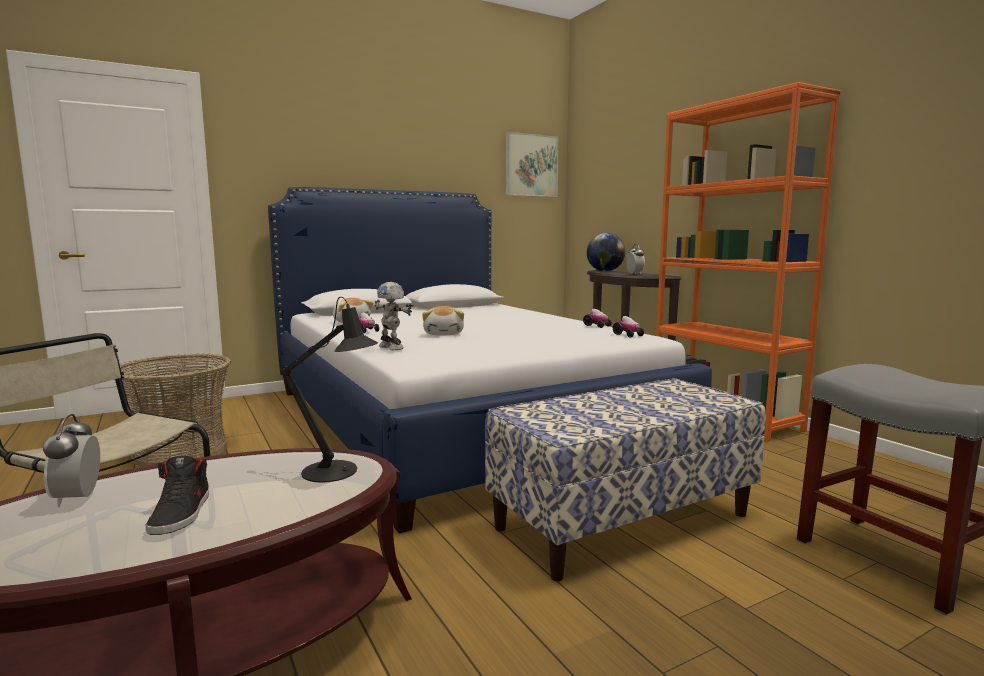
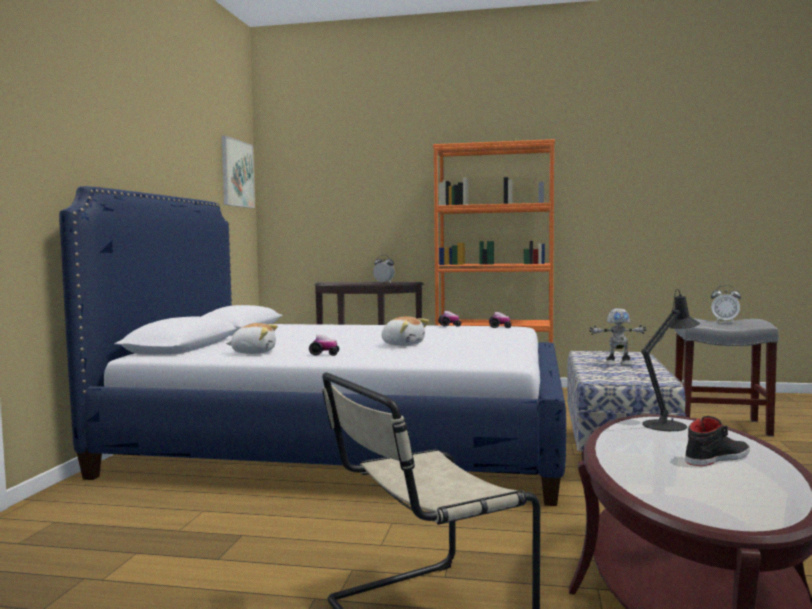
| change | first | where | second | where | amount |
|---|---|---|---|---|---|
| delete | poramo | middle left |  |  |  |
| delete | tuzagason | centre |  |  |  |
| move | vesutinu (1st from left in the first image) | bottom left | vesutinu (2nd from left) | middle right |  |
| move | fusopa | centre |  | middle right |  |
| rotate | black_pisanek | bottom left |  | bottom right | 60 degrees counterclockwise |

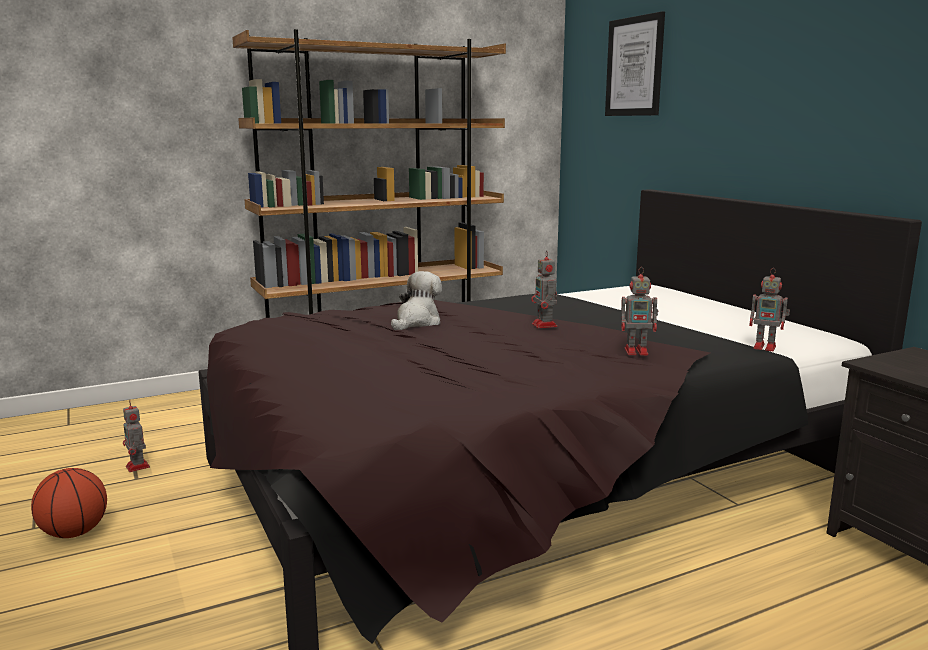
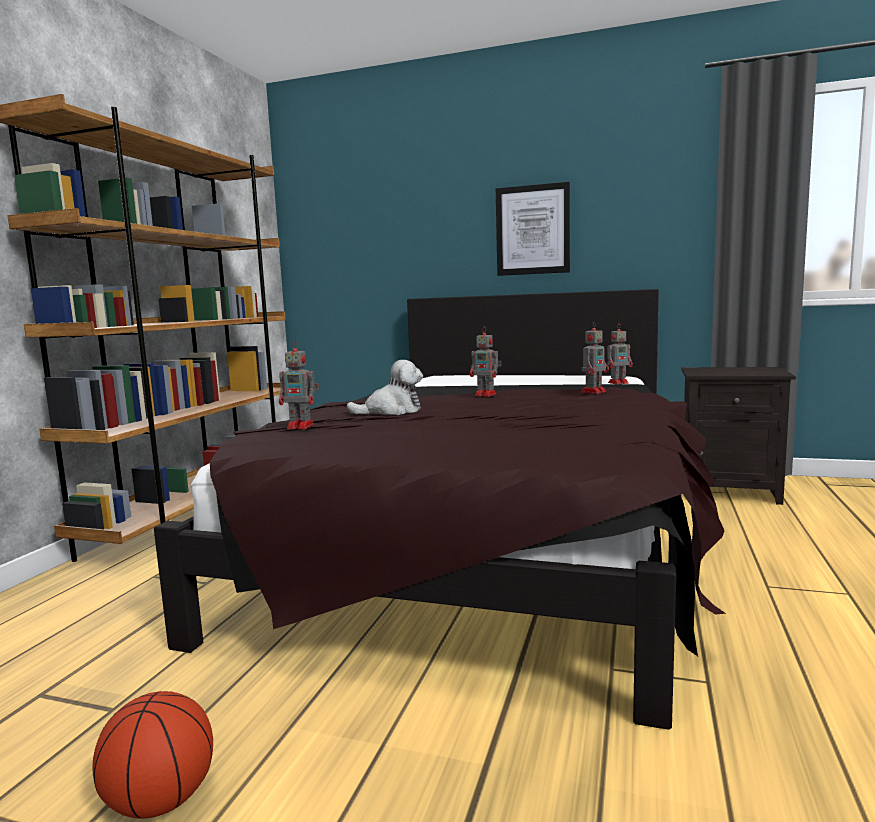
| change | first | where | second | where | amount |
|---|---|---|---|---|---|
| move | fusopa (1st from left) | bottom left |  | centre |  |
| move | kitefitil | top right |  | top centre |  |
| rotate | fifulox | centre |  | centre | 90 degrees clockwise |

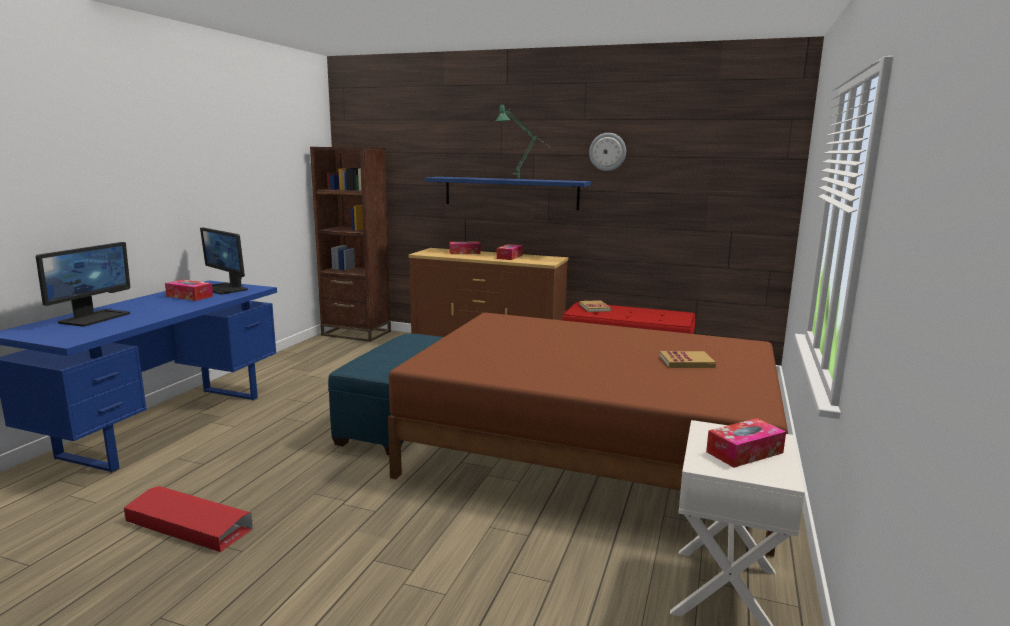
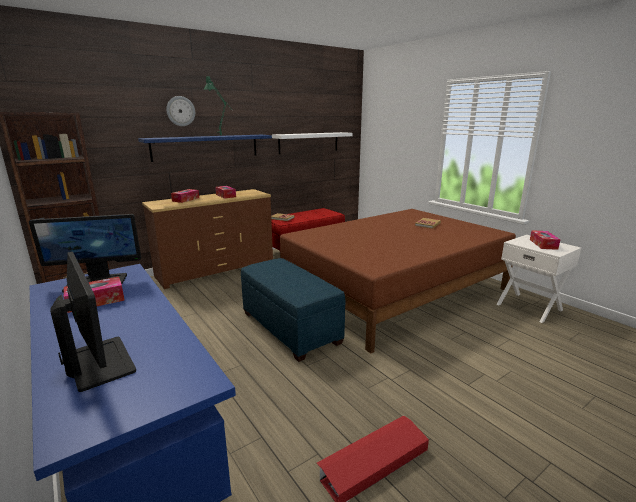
| change | first | where | second | where | amount |
|---|---|---|---|---|---|
| insert |  |  | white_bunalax | top centre |  |
| move | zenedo | top centre |  | top left |  |

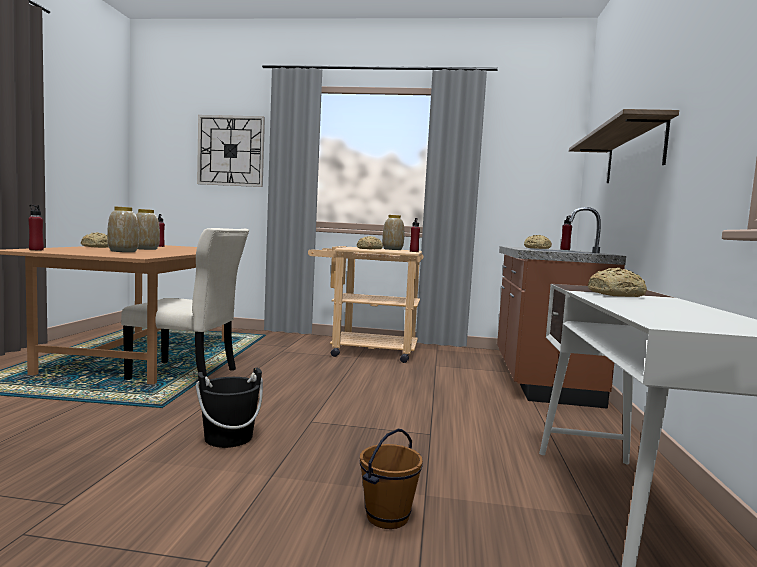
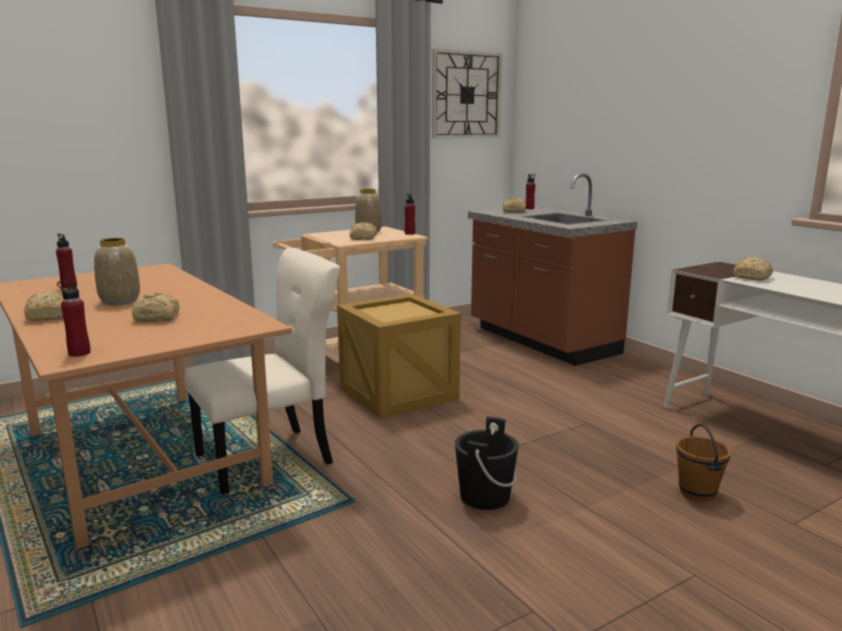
| change | first | where | second | where | amount |
|---|---|---|---|---|---|
| delete | bunalax | top right |  |  |  |
| insert |  |  | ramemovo | centre |  |
| move | zenedo | top left |  | top centre |  |
| replace | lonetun (1st from left) | middle left | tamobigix (2nd from left) | middle left |  |

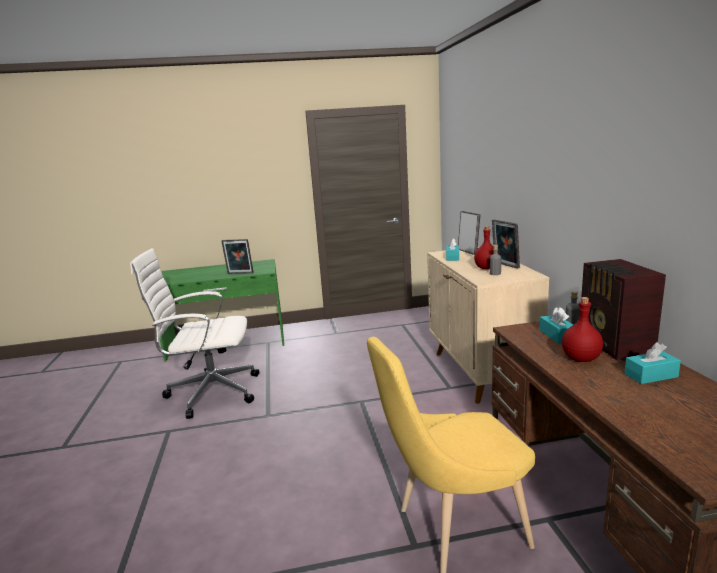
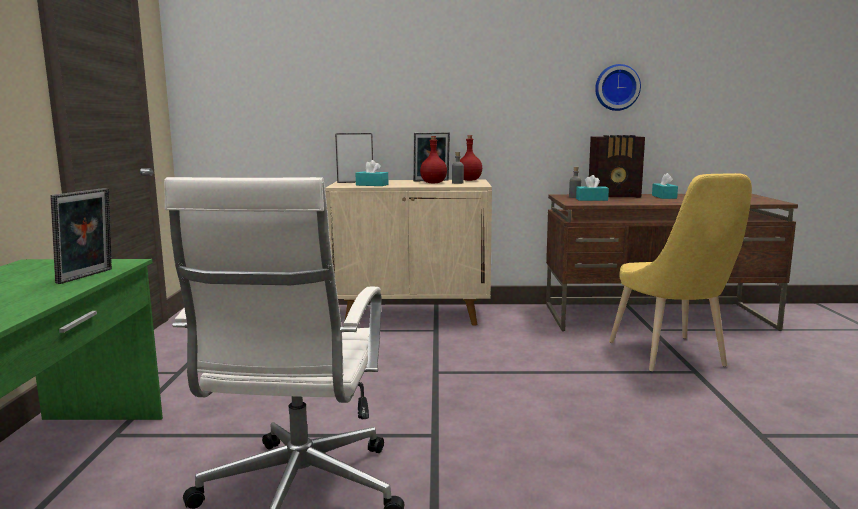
| change | first | where | second | where | amount |
|---|---|---|---|---|---|
| insert |  |  | zenedo | top right |  |
| move | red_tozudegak (2nd from left) | middle right |  | top centre |  |

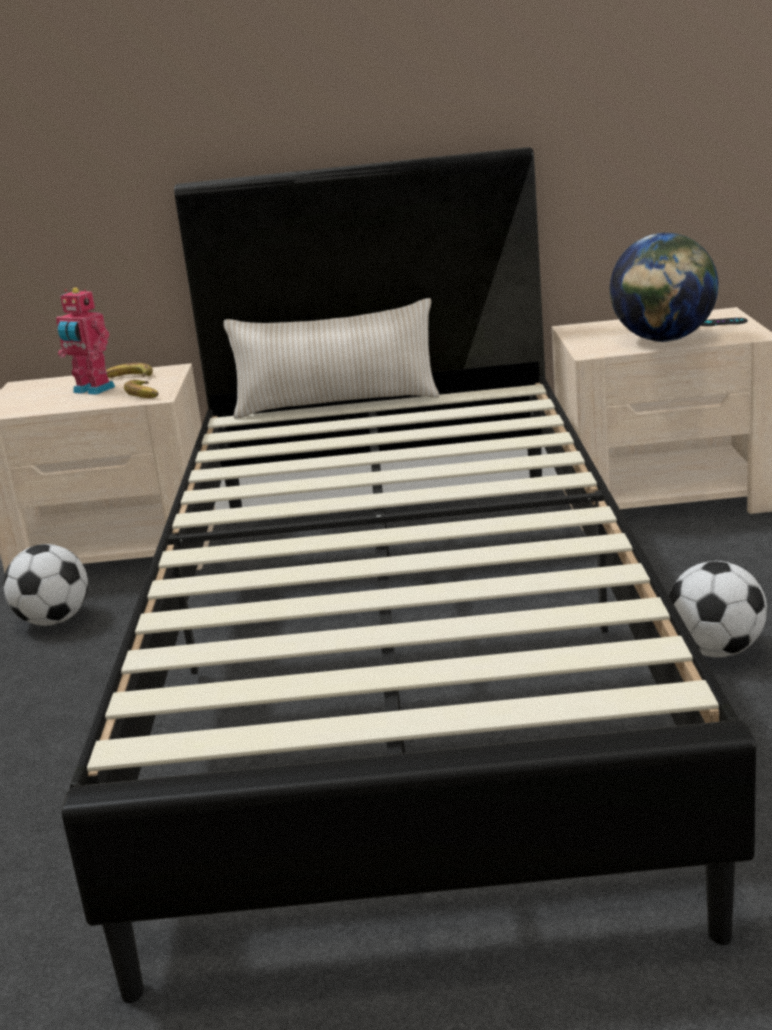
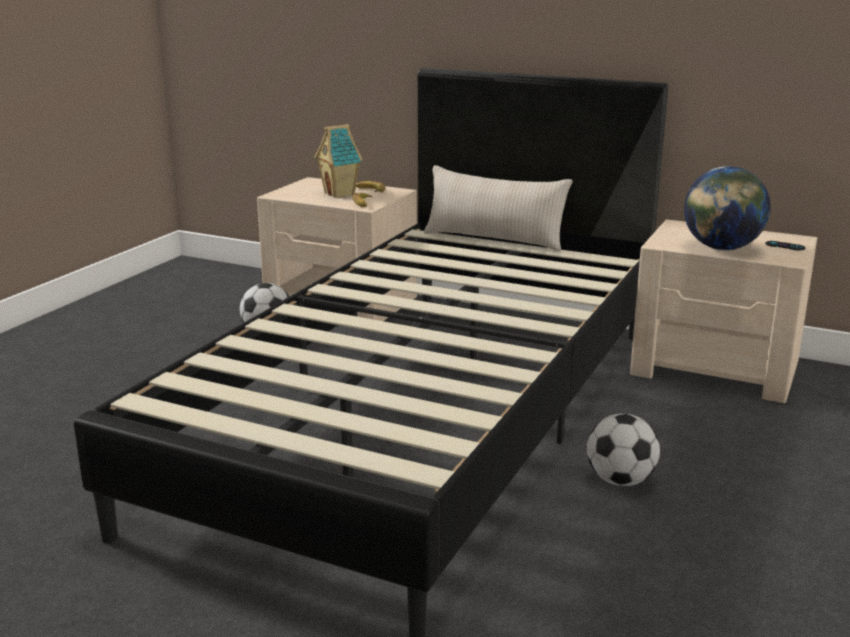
| change | first | where | second | where | amount |
|---|---|---|---|---|---|
| replace | fusopa | top left | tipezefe | top centre |  |

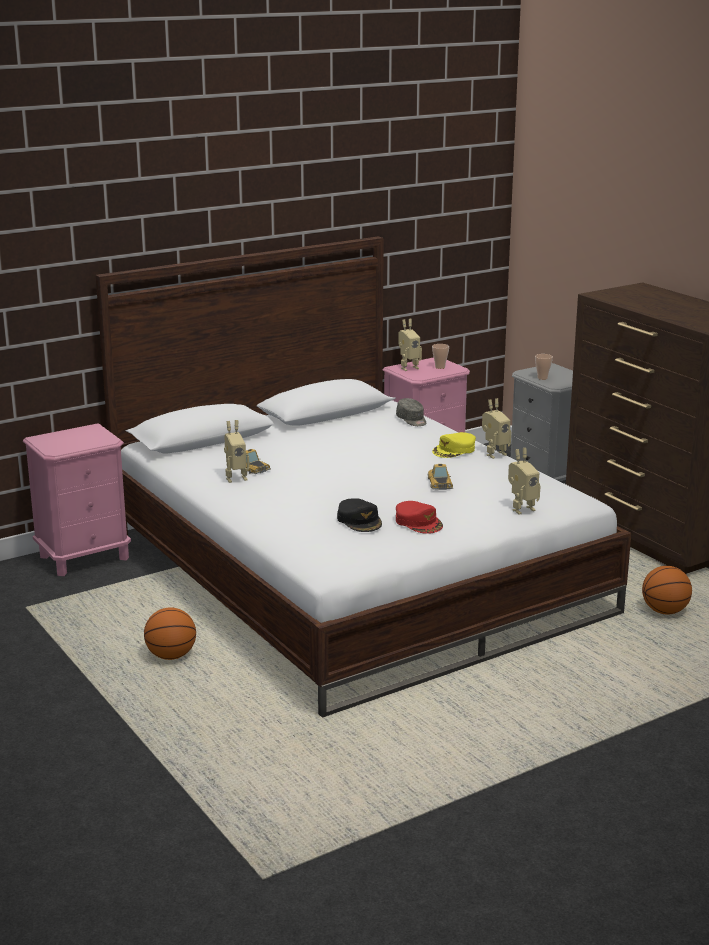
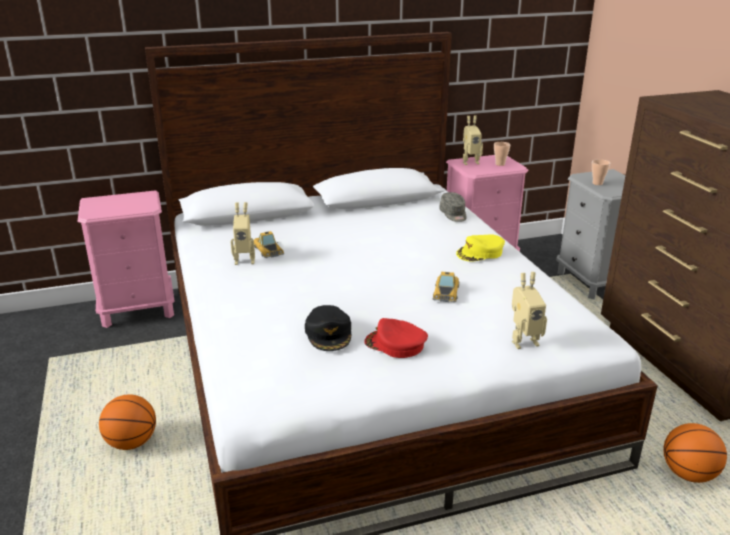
| change | first | where | second | where | amount |
|---|---|---|---|---|---|
| delete | fusopa (3rd from left) | middle right |  |  |  |
| rotate | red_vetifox | centre |  | centre | 135 degrees clockwise |

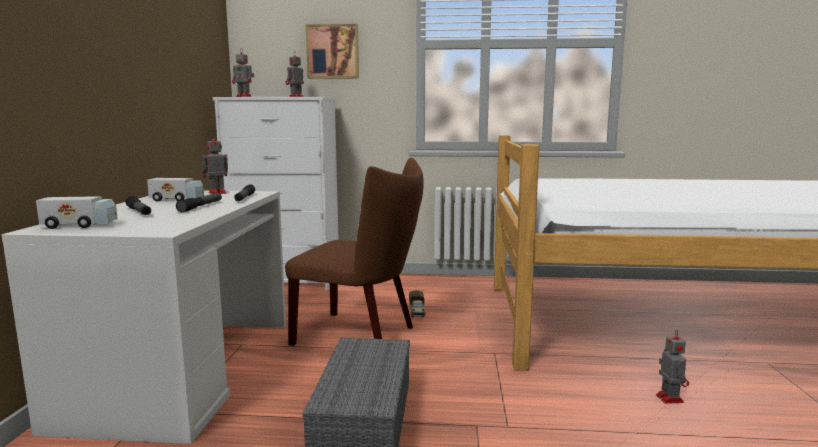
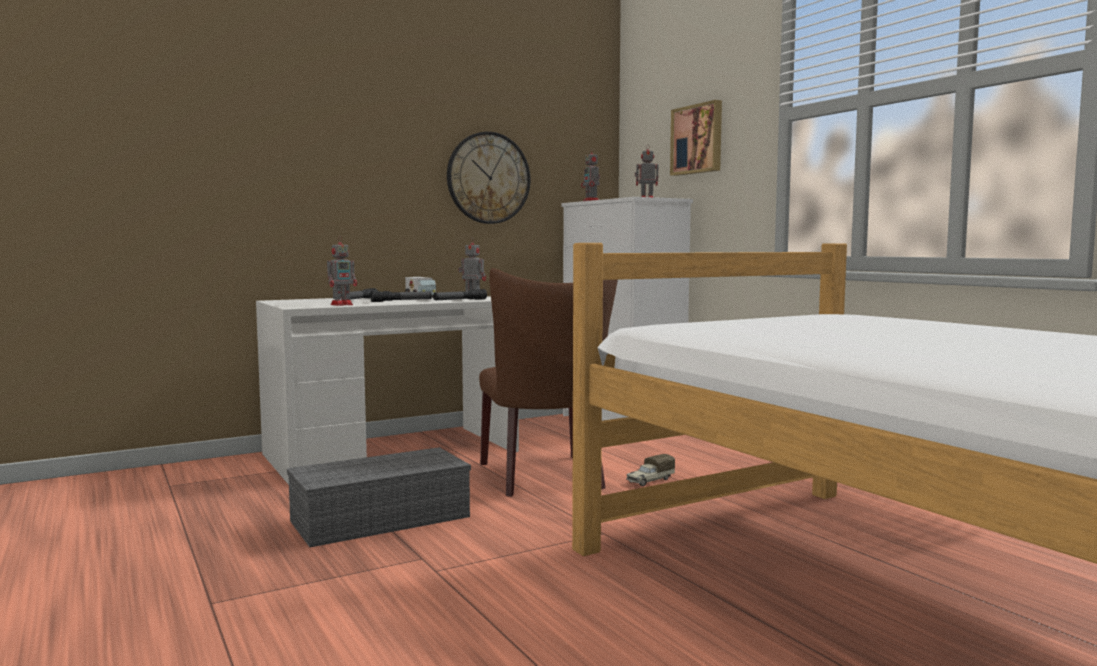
| change | first | where | second | where | amount |
|---|---|---|---|---|---|
| delete | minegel (1st from left) | middle left |  |  |  |
| insert |  |  | zenedo | top centre |  |
| move | fusopa (4th from left in the first image) | bottom right | fusopa (1st from left) | middle left |  |

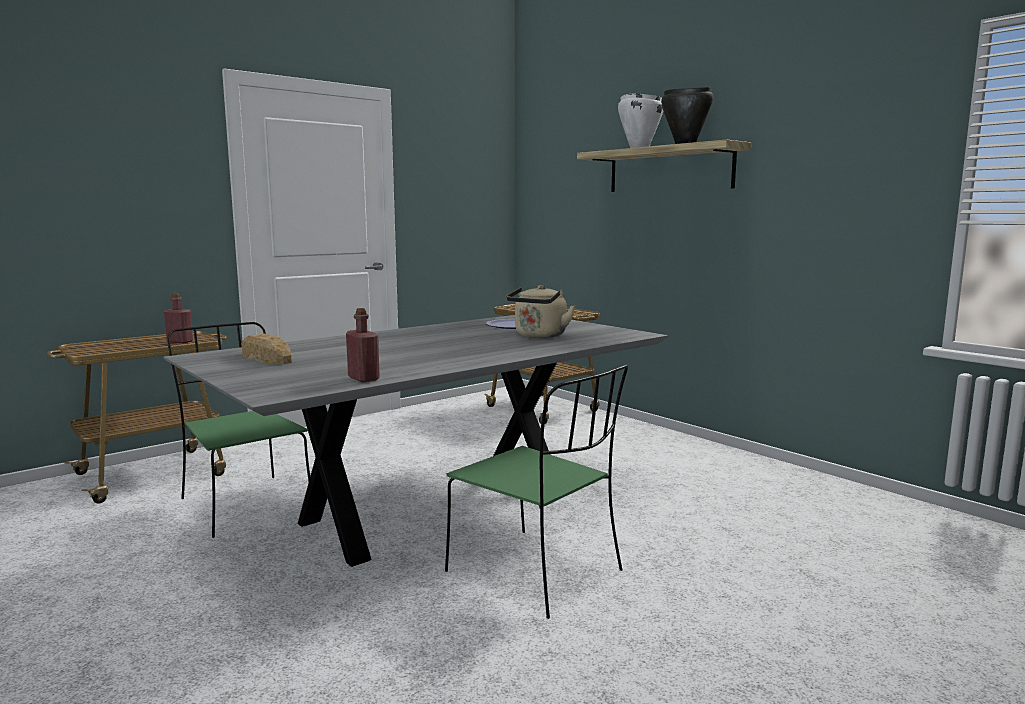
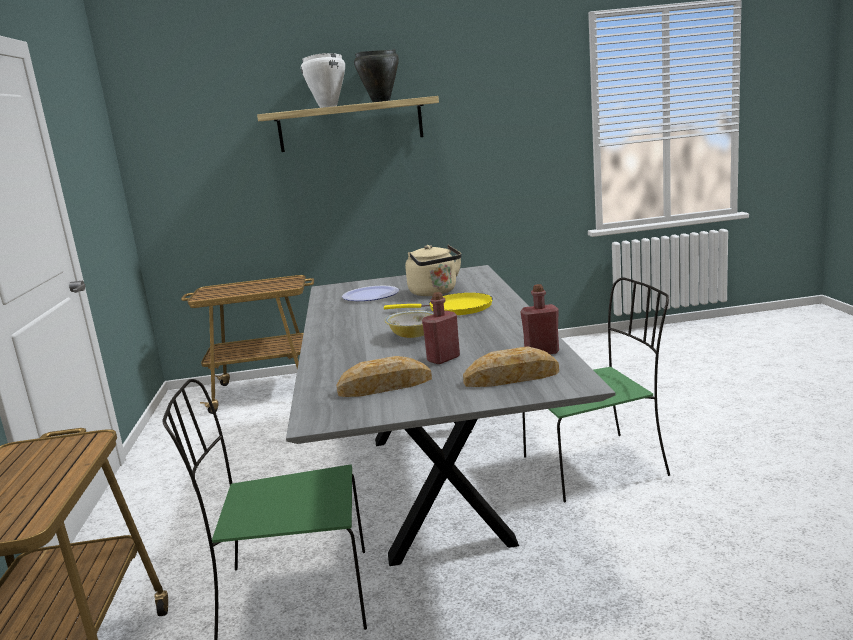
| change | first | where | second | where | amount |
|---|---|---|---|---|---|
| insert |  |  | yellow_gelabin | centre |  |
| insert |  |  | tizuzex | centre |  |
| insert |  |  | tamobigix (2nd from left) | centre |  |
| move | red_tozudegak (1st from left) | middle left |  | centre |  |

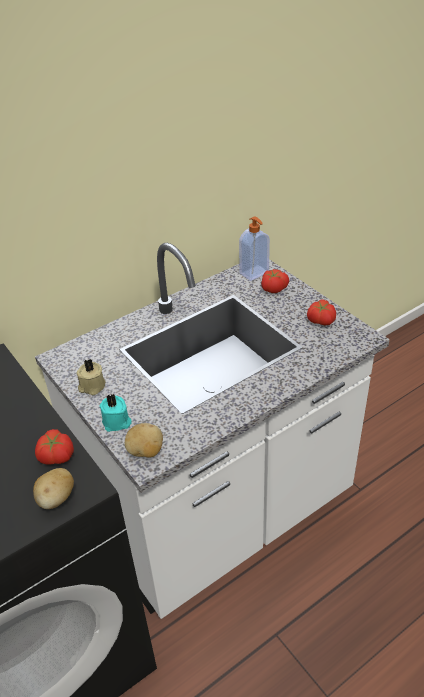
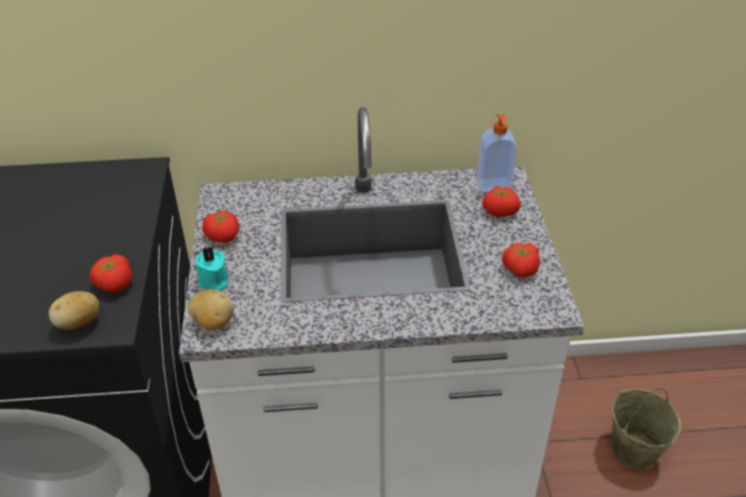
| change | first | where | second | where | amount |
|---|---|---|---|---|---|
| insert |  |  | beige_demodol | bottom right |  |
| replace | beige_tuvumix | middle left | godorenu (2nd from left) | middle left |  |

